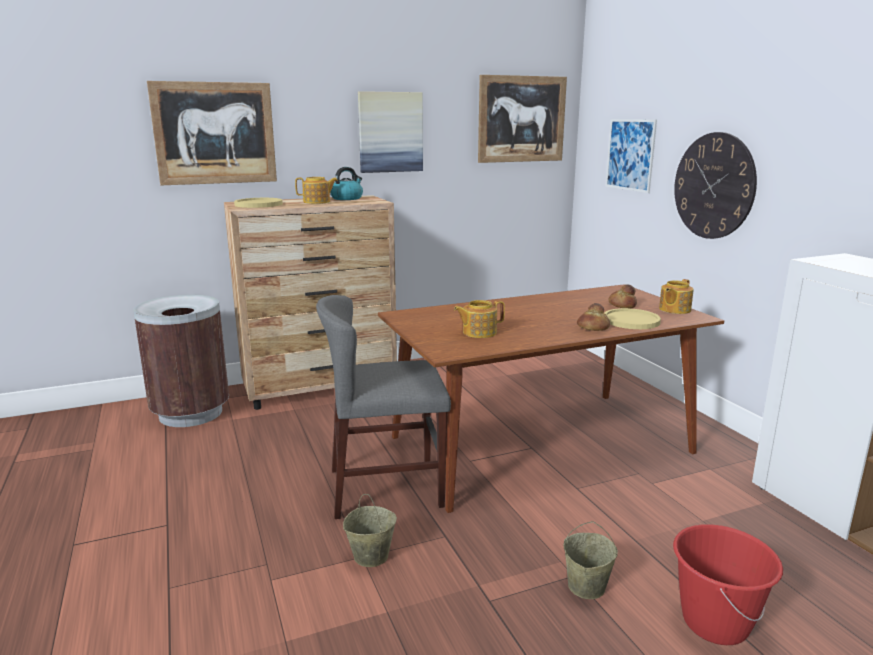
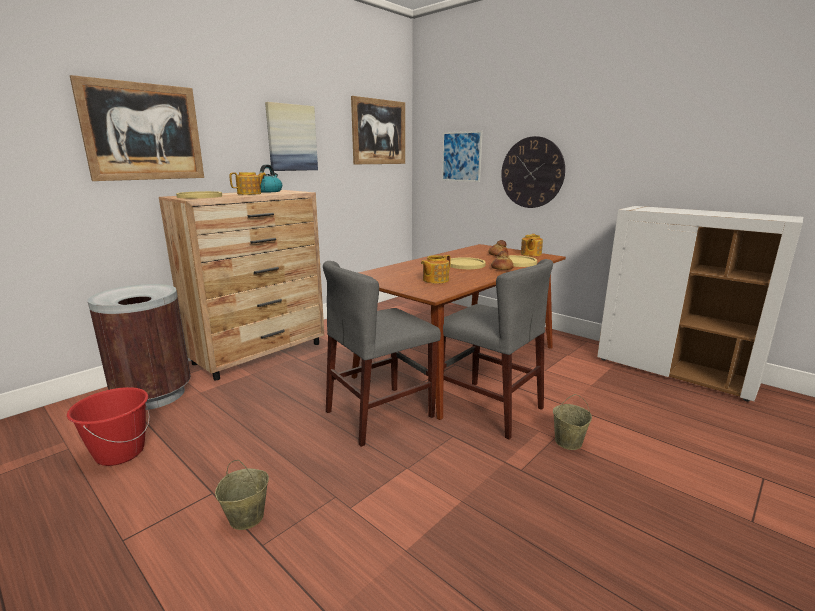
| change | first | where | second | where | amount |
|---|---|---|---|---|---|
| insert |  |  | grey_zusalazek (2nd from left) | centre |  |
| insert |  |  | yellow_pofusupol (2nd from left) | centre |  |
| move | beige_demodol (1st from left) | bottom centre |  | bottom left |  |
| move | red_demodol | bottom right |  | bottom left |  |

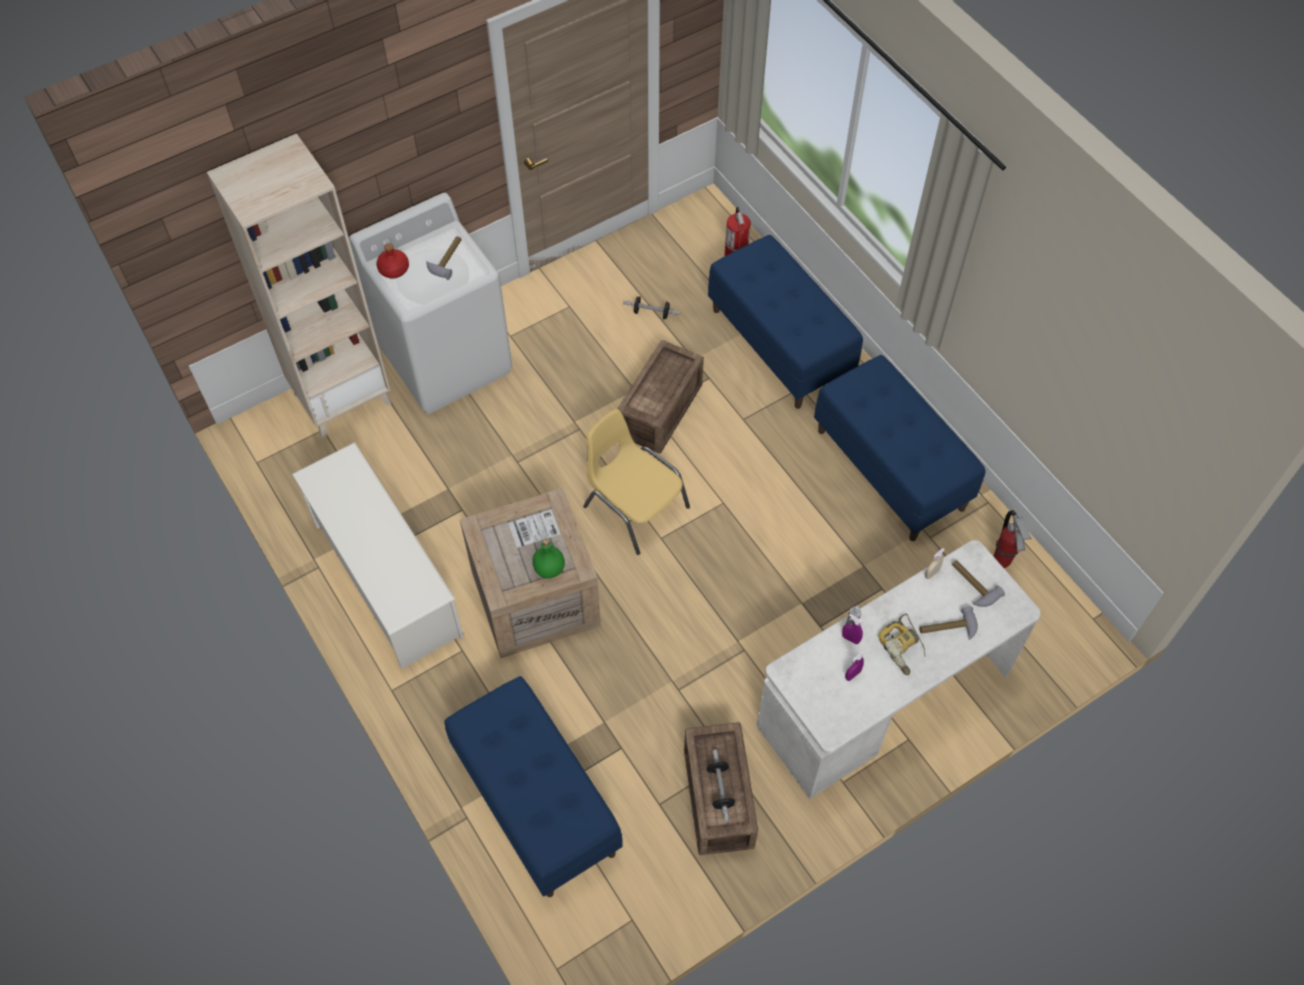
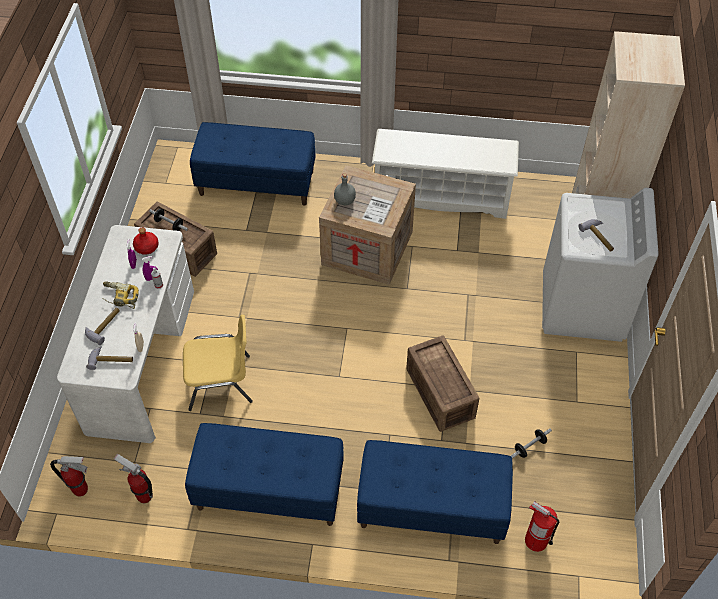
| change | first | where | second | where | amount |
|---|---|---|---|---|---|
| insert |  |  | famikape (1st from left) | bottom left |  |
| move | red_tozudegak | top left |  | middle left |  |
| move | yellow_zusalazek | centre |  | middle left |  |
| recolor | green_tozudegak | centre | grey_tozudegak | top centre |  |

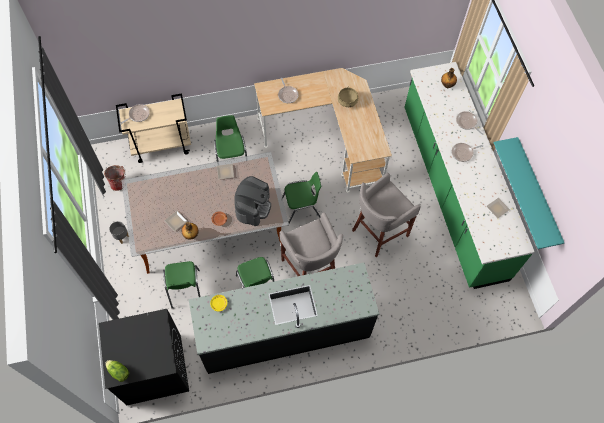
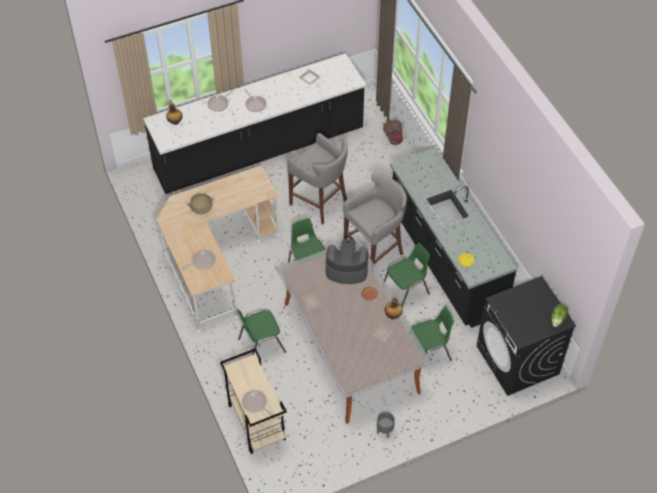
| change | first | where | second | where | amount |
|---|---|---|---|---|---|
| delete | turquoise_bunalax | middle right |  |  |  |
| move | demodol | middle left |  | top centre |  |
| recolor | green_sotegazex | middle right | black_sotegazex (1st from left) | top centre |  |

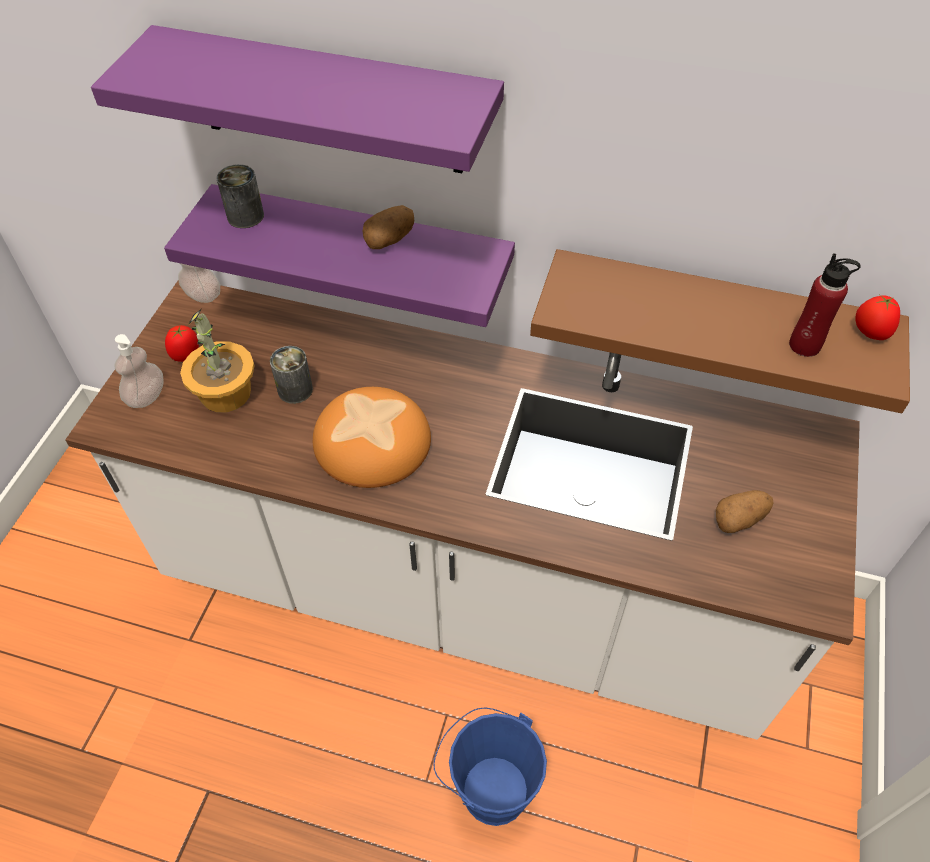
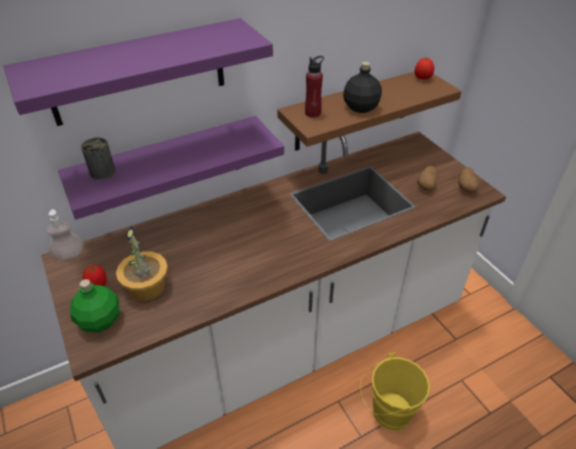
| change | first | where | second | where | amount |
|---|---|---|---|---|---|
| delete | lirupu (2nd from left) | middle left |  |  |  |
| delete | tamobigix | centre |  |  |  |
| insert |  |  | black_tozudegak | top centre |  |
| move | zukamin (1st from left in the first image) | top centre | zukamin (2nd from left) | middle right |  |
| move | red_tozudegak | middle right |  | top centre |  |
| replace | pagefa (1st from left) | middle left | green_tozudegak | bottom left |  |
| recolor | blue_demodol | bottom centre | yellow_demodol | bottom right |  |

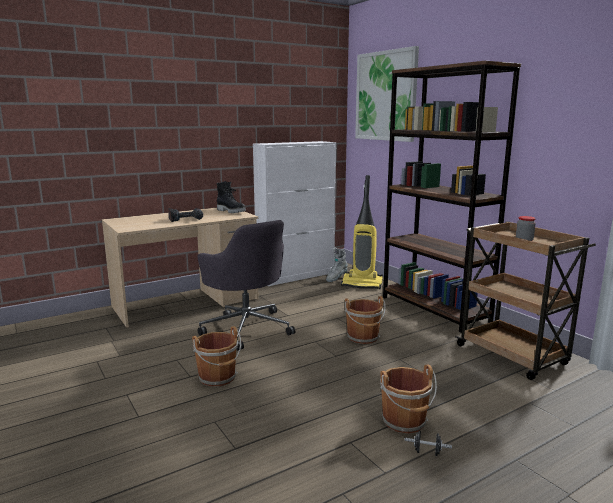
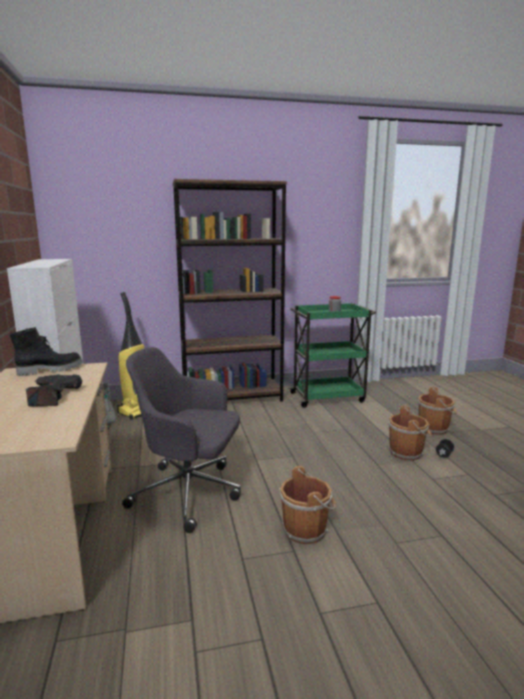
| change | first | where | second | where | amount |
|---|---|---|---|---|---|
| delete | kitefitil | top centre |  |  |  |
| move | brown_demodol (2nd from left in the first image) | centre | brown_demodol (3rd from left) | middle right |  |
| recolor | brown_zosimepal | middle right | green_zosimepal | centre |  |
| rotate | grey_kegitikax | centre |  | centre | 150 degrees counterclockwise |

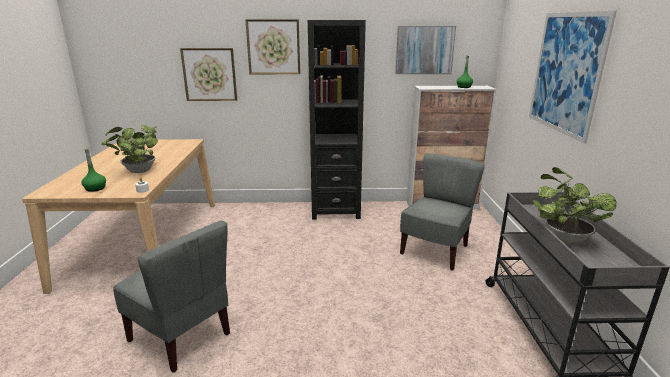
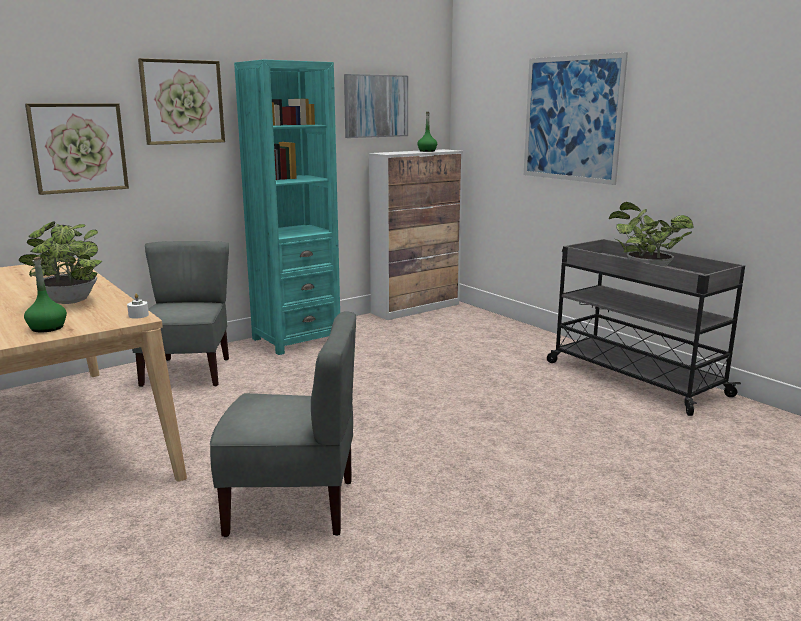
| change | first | where | second | where | amount |
|---|---|---|---|---|---|
| move | grey_zusalazek (2nd from left in the first image) | centre | grey_zusalazek (1st from left) | middle left |  |
| recolor | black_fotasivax | top centre | turquoise_fotasivax | centre |  |

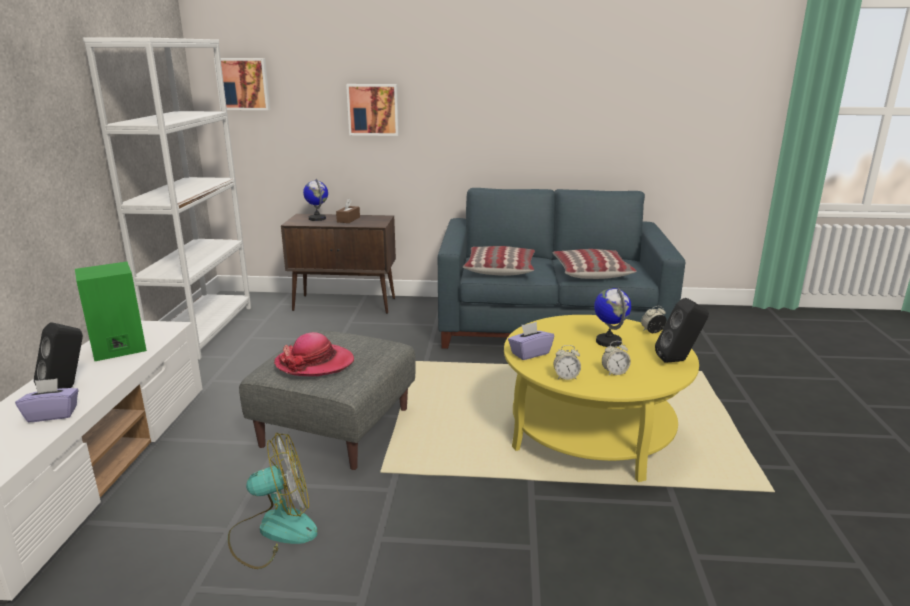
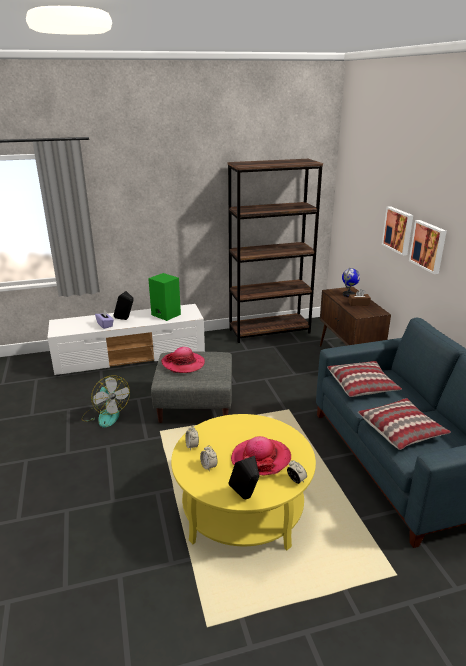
| change | first | where | second | where | amount |
|---|---|---|---|---|---|
| delete | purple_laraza (2nd from left) | centre |  |  |  |
| move | kitefitil (1st from left in the first image) | top left | kitefitil (2nd from left) | middle right |  |
| replace | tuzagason (2nd from left) | middle right | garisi (2nd from left) | bottom centre |  |
| recolor | white_fotasivax | top left | brown_fotasivax | centre |  |

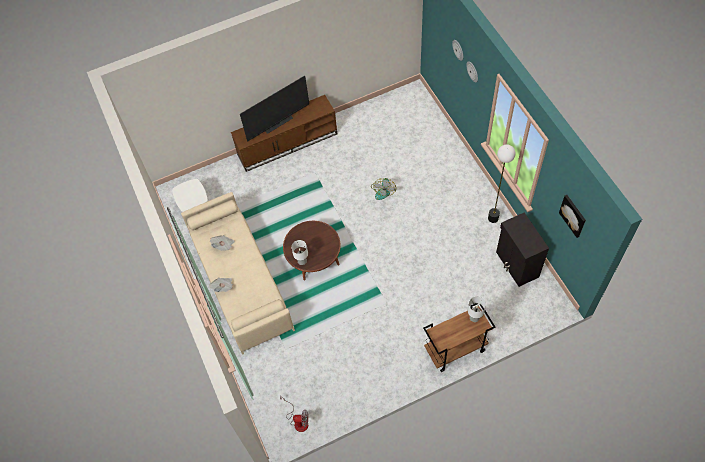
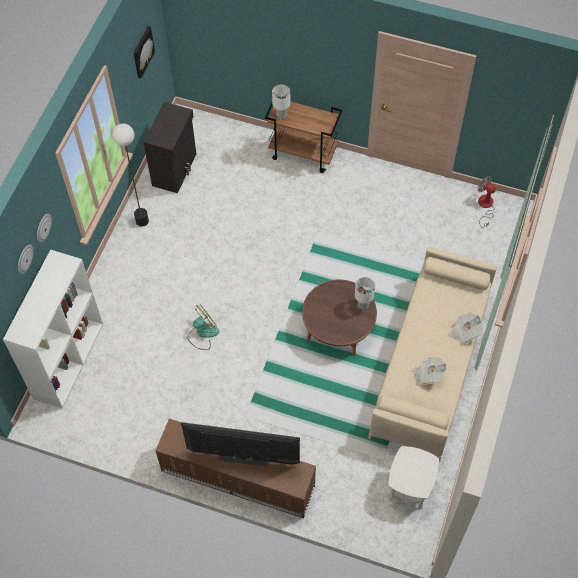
| change | first | where | second | where | amount |
|---|---|---|---|---|---|
| insert |  |  | white_fotasivax | middle left |  |

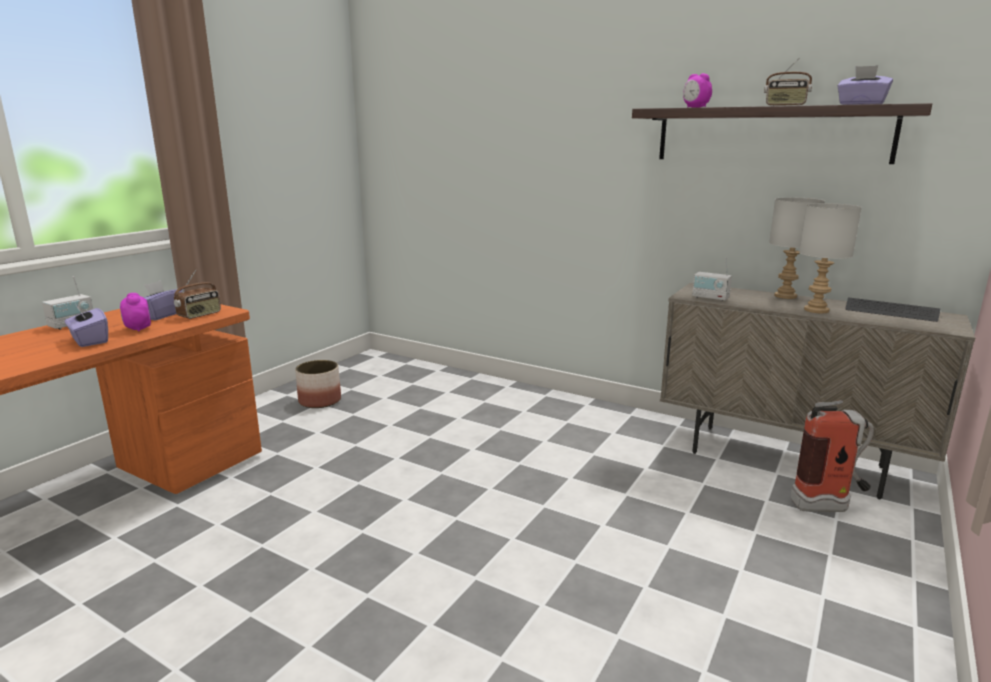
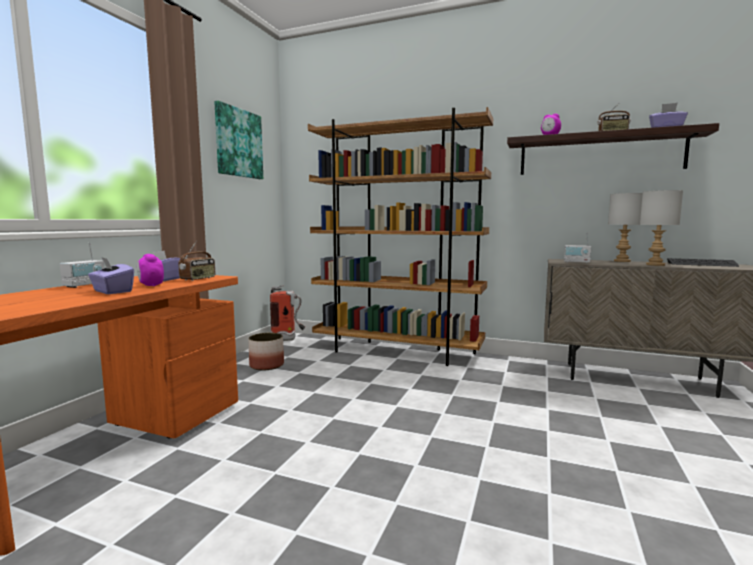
| change | first | where | second | where | amount |
|---|---|---|---|---|---|
| insert |  |  | kitefitil | top left |  |
| insert |  |  | brown_fotasivax | centre |  |
| move | famikape | bottom right |  | centre |  |

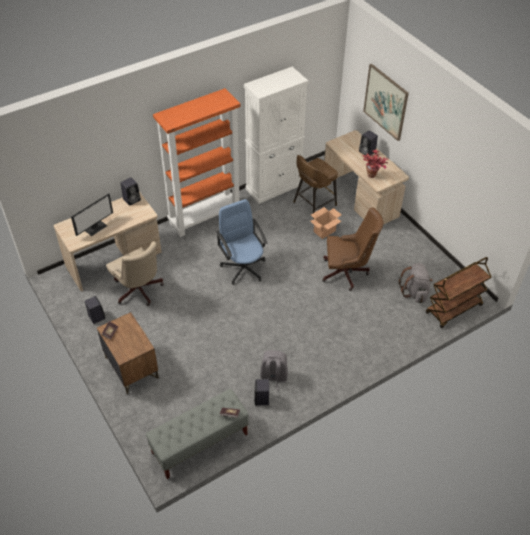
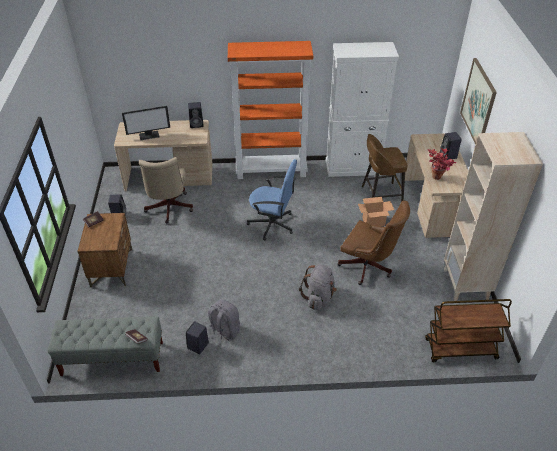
| change | first | where | second | where | amount |
|---|---|---|---|---|---|
| insert |  |  | beige_fotasivax | middle right |  |
| move | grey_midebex (2nd from left) | middle right |  | centre |  |
| rotate | blue_kegitikax | centre |  | centre | 105 degrees clockwise |

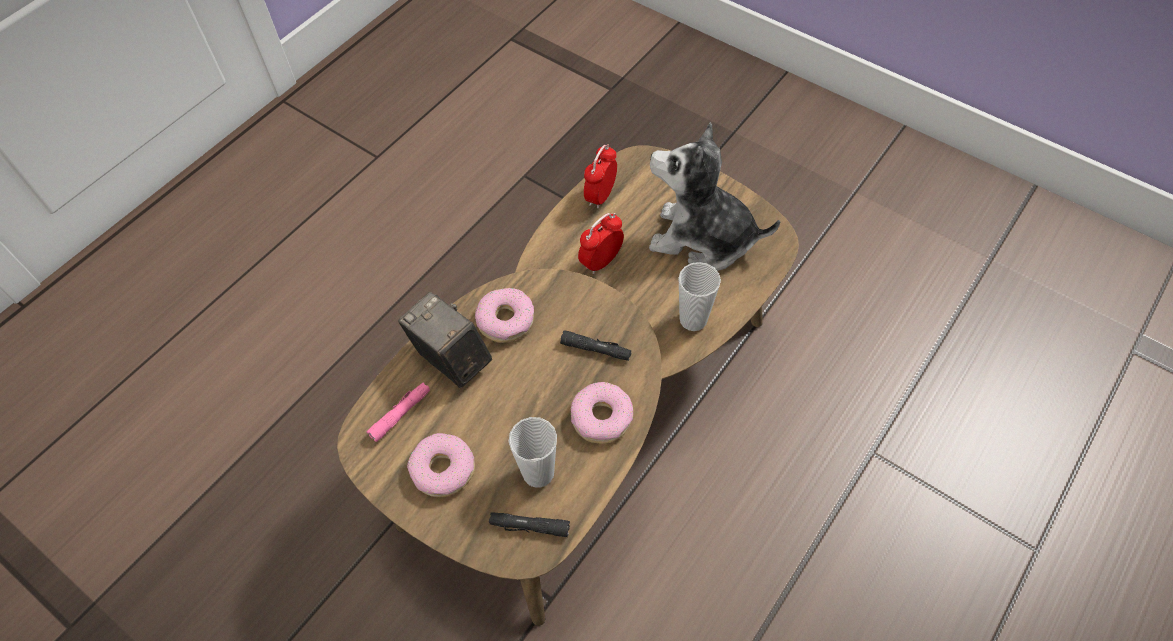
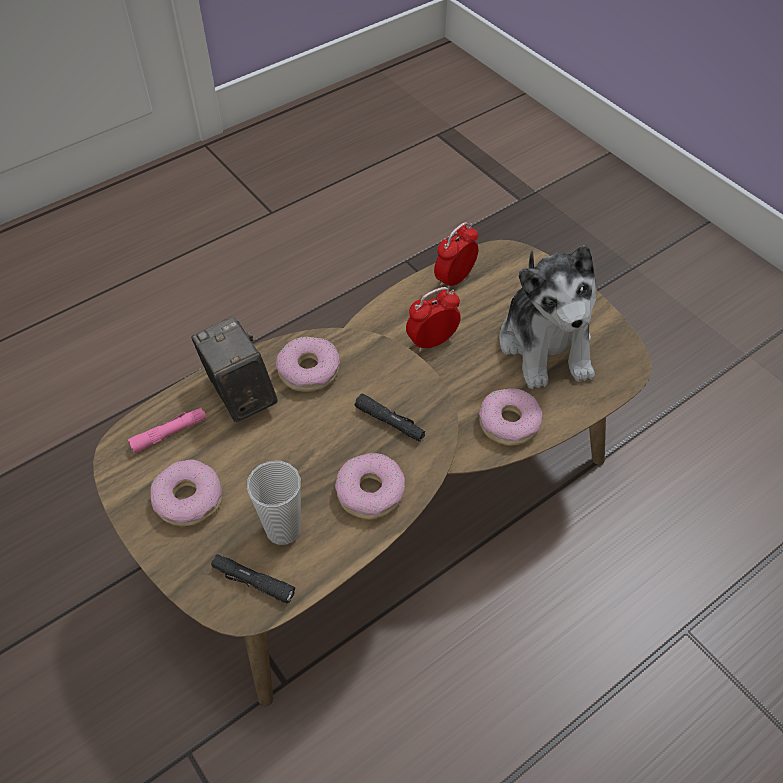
| change | first | where | second | where | amount |
|---|---|---|---|---|---|
| replace | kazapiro (2nd from left) | centre | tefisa (4th from left) | centre |  |
| rotate | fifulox | top centre |  | middle right | 135 degrees counterclockwise |

